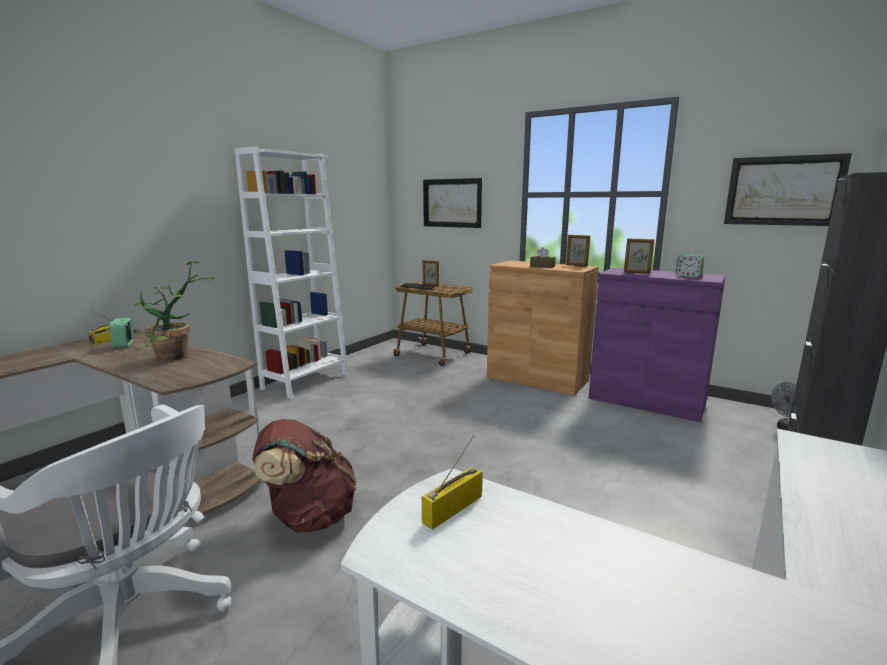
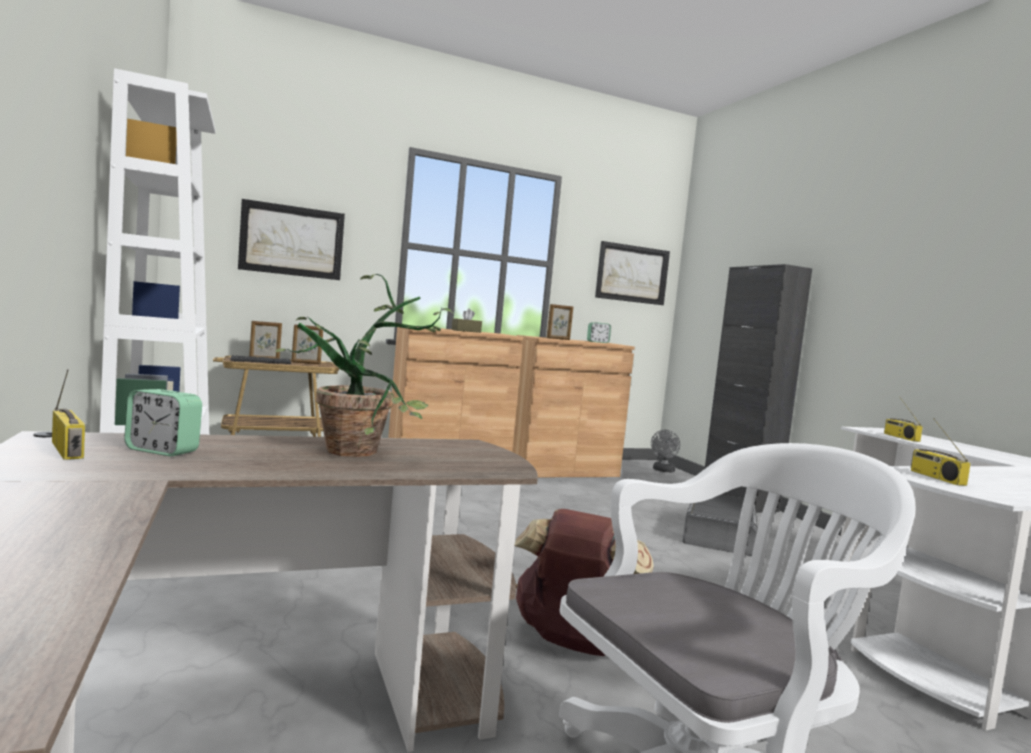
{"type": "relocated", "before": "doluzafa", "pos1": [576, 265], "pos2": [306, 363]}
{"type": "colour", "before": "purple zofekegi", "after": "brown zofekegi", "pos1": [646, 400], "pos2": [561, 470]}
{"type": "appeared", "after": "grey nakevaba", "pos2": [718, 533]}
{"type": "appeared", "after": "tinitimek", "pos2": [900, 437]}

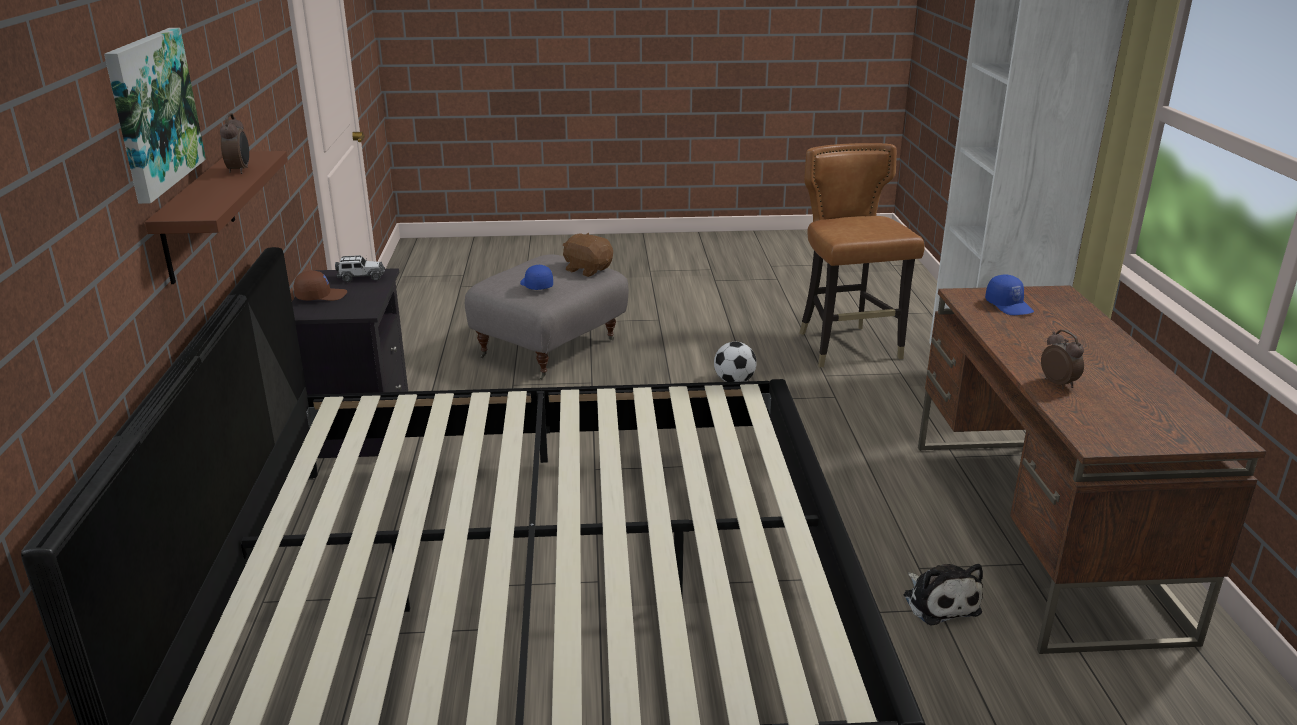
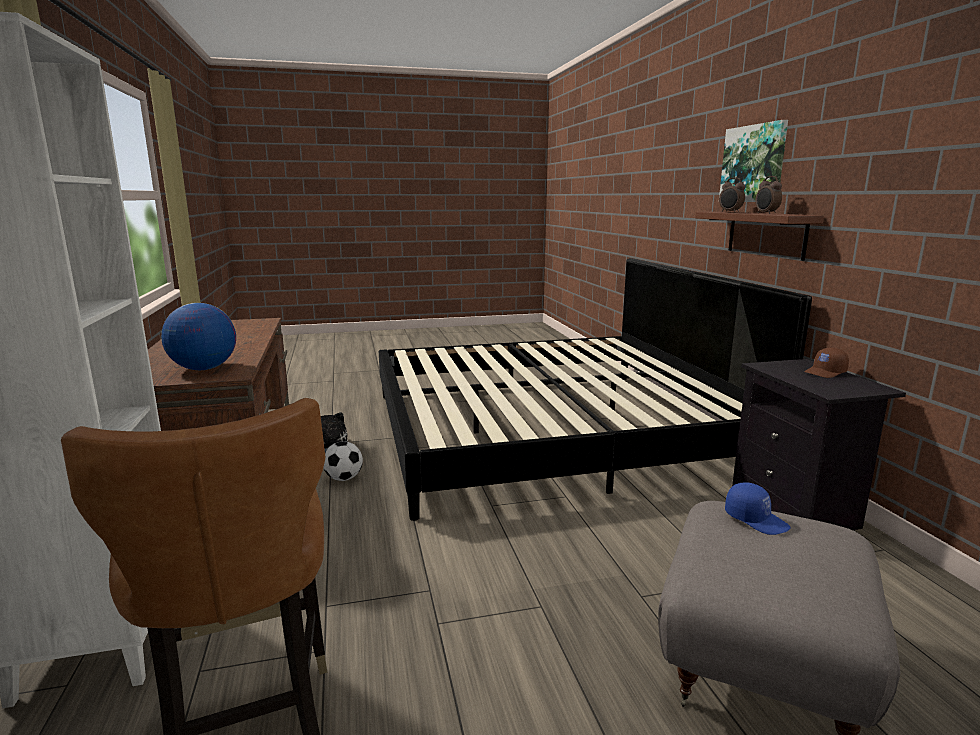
{"type": "exchanged", "before": "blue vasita", "after": "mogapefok", "pos1": [1009, 306], "pos2": [203, 369]}
{"type": "relocated", "before": "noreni", "pos1": [734, 381], "pos2": [344, 478]}
{"type": "relocated", "before": "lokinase", "pos1": [1058, 383], "pos2": [730, 212]}
{"type": "missing", "before": "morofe", "pos1": [361, 277]}
{"type": "missing", "before": "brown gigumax", "pos1": [588, 270]}

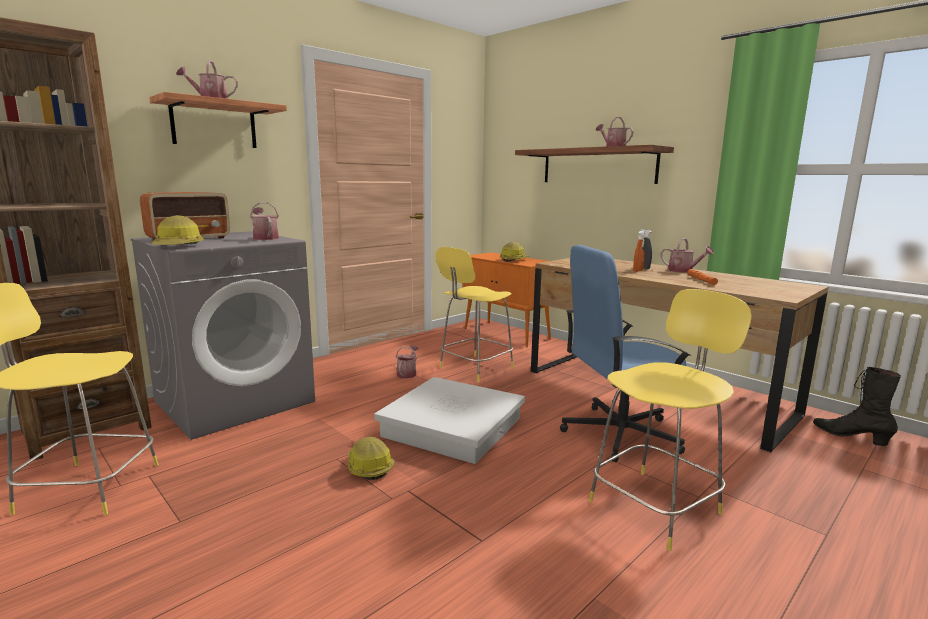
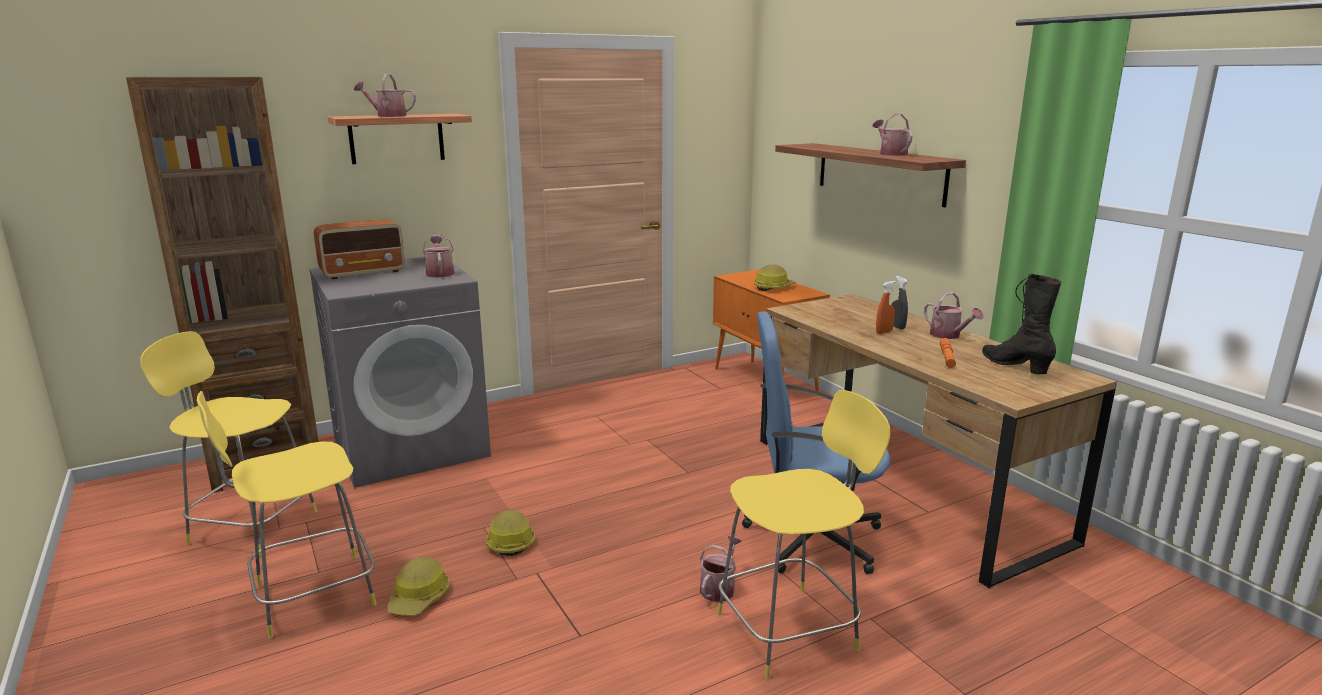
{"type": "relocated", "before": "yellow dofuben", "pos1": [474, 368], "pos2": [310, 596]}
{"type": "relocated", "before": "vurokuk", "pos1": [178, 246], "pos2": [420, 598]}
{"type": "relocated", "before": "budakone", "pos1": [407, 373], "pos2": [719, 587]}
{"type": "relocated", "before": "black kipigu", "pos1": [850, 437], "pos2": [1015, 366]}
{"type": "missing", "before": "white nakevaba", "pos1": [452, 427]}

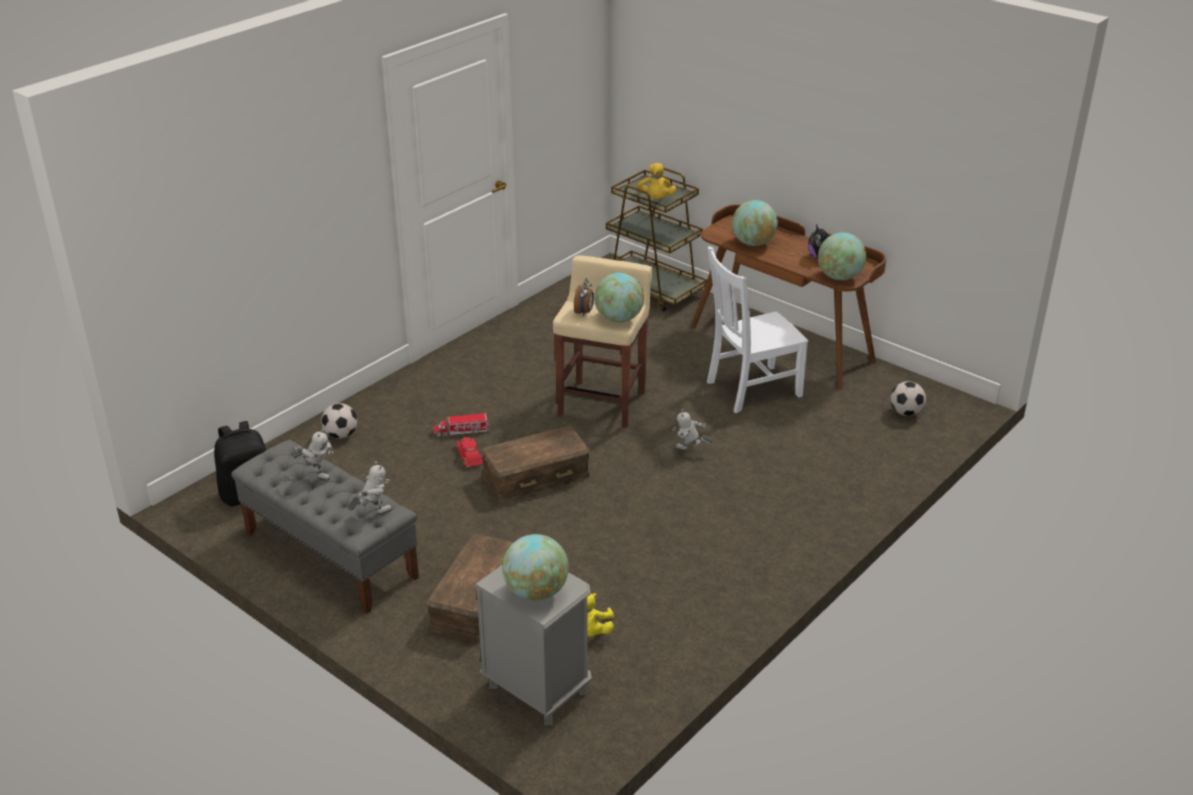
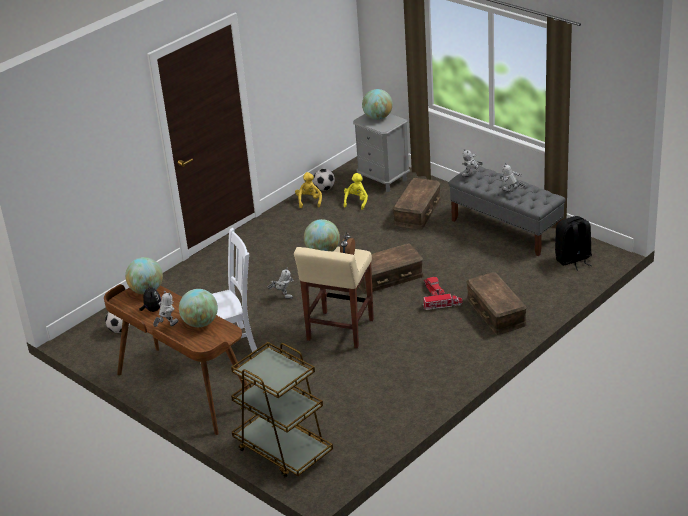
{"type": "appeared", "after": "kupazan", "pos2": [167, 326]}
{"type": "relocated", "before": "yellow gigumax", "pos1": [656, 200], "pos2": [309, 201]}
{"type": "relocated", "before": "noreni", "pos1": [341, 435], "pos2": [324, 189]}
{"type": "appeared", "after": "brown nakevaba", "pos2": [496, 311]}

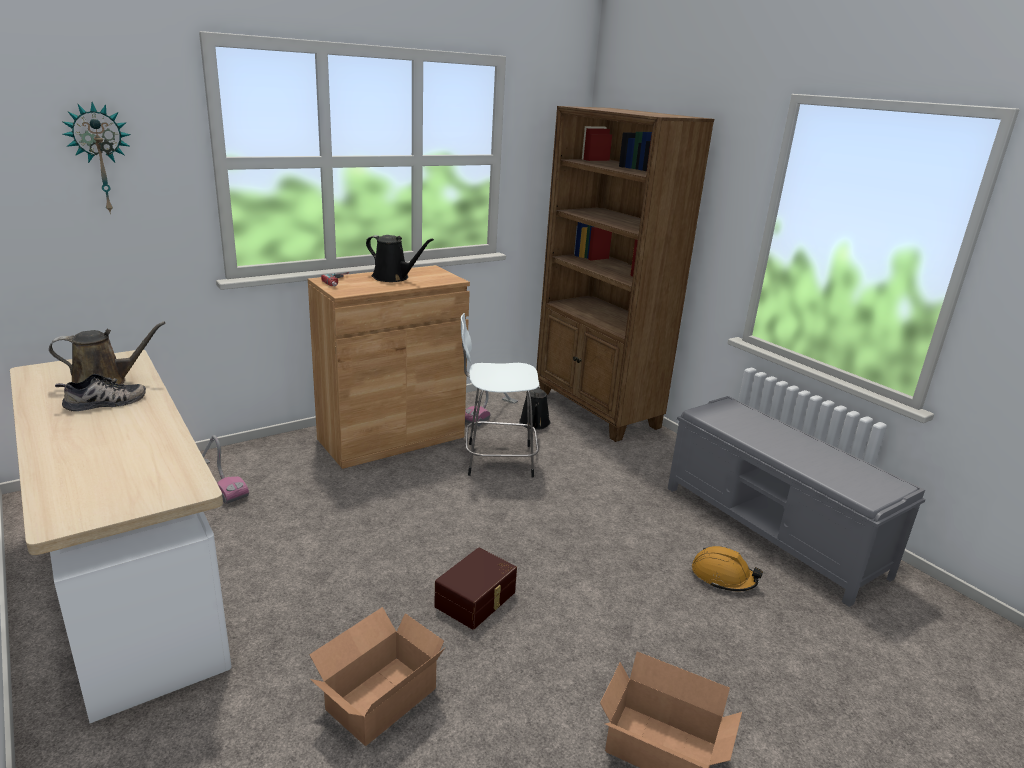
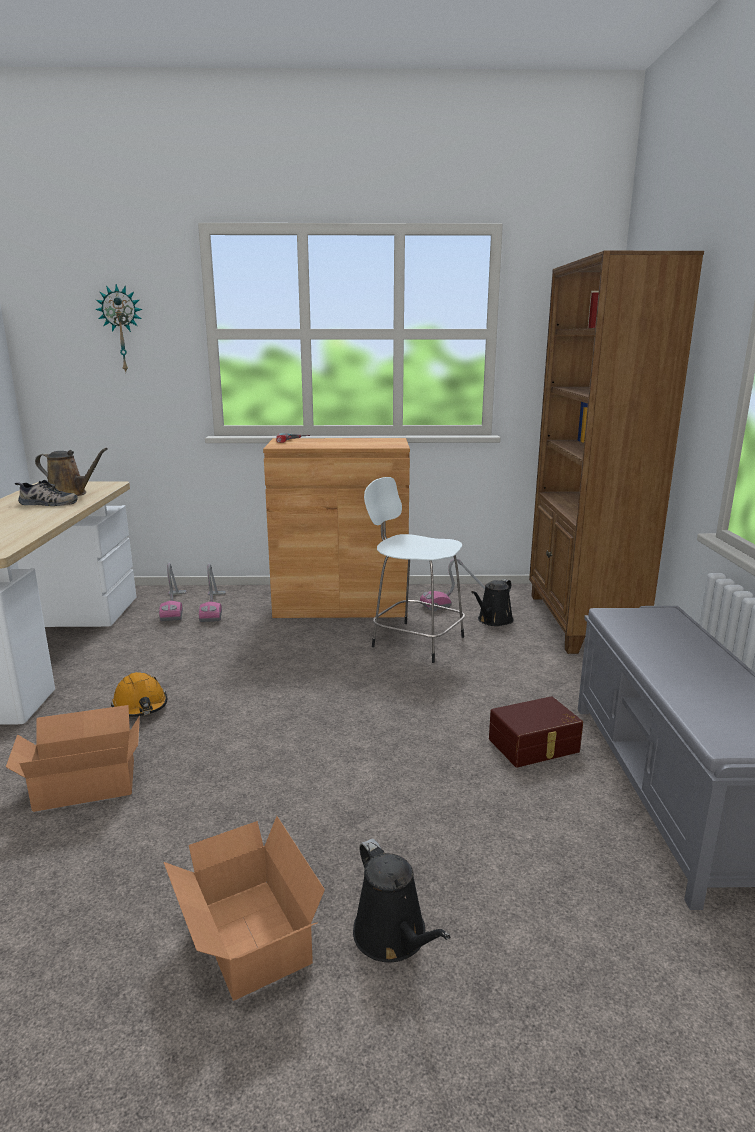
{"type": "relocated", "before": "orange vurokuk", "pos1": [723, 577], "pos2": [140, 706]}
{"type": "appeared", "after": "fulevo", "pos2": [213, 607]}
{"type": "relocated", "before": "black budakone", "pos1": [393, 278], "pos2": [393, 937]}
{"type": "relocated", "before": "brown nakevaba", "pos1": [477, 600], "pos2": [535, 746]}

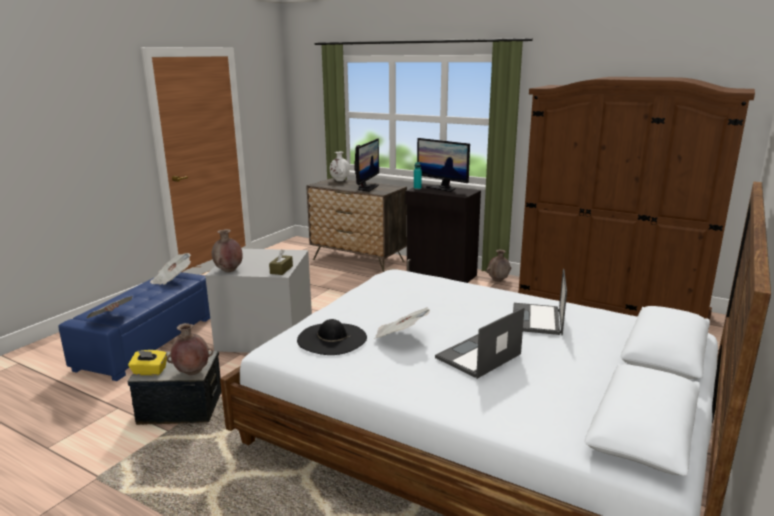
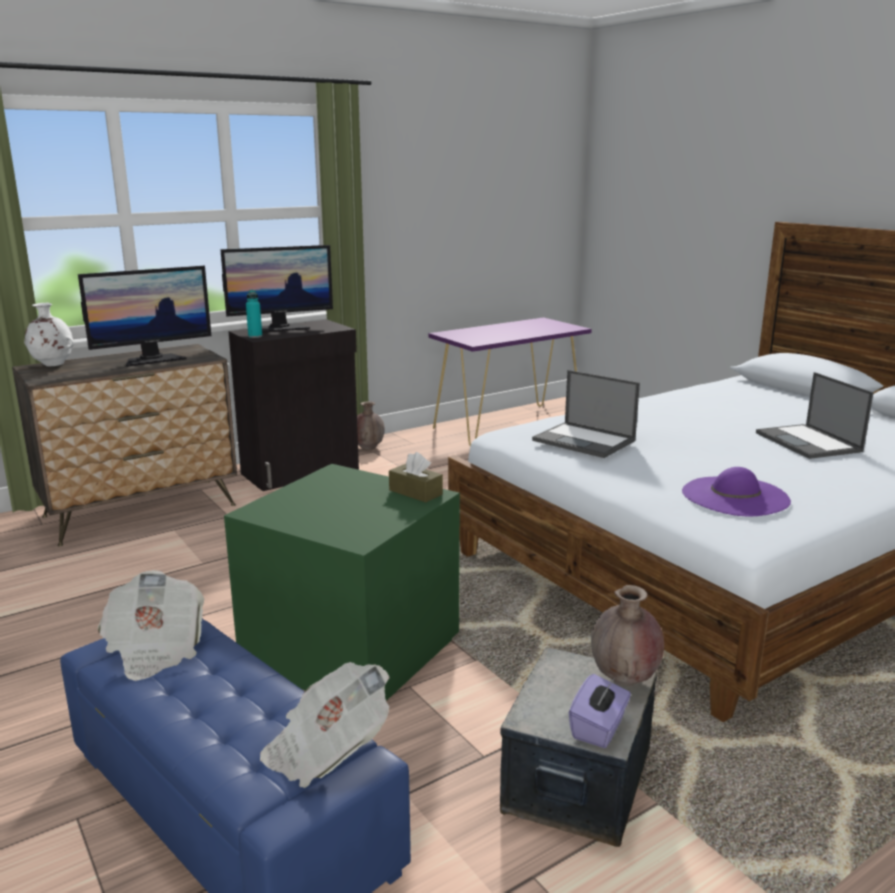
{"type": "spun", "before": "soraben", "pos1": [366, 188], "pos2": [153, 359], "turn": 105}
{"type": "colour", "before": "grey nakevaba", "after": "green nakevaba", "pos1": [266, 334], "pos2": [355, 647]}
{"type": "exchanged", "before": "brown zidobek", "after": "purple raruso", "pos1": [610, 307], "pos2": [509, 425]}
{"type": "relocated", "before": "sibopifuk", "pos1": [537, 320], "pos2": [585, 441]}
{"type": "colour", "before": "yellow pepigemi", "after": "purple pepigemi", "pos1": [149, 371], "pos2": [599, 728]}
{"type": "colour", "before": "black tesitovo", "after": "purple tesitovo", "pos1": [332, 338], "pos2": [735, 496]}
{"type": "missing", "before": "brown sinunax", "pos1": [229, 270]}
{"type": "missing", "before": "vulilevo", "pos1": [400, 337]}

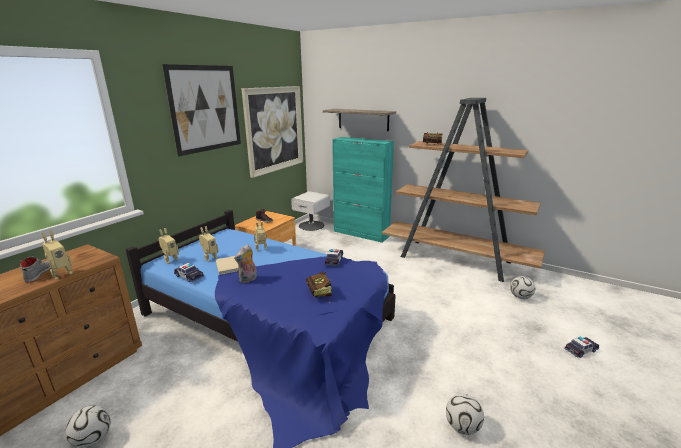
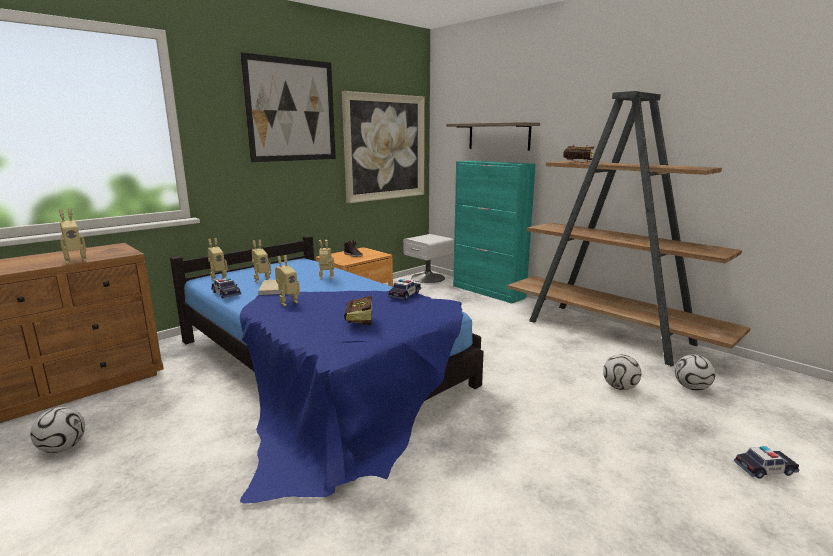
{"type": "exchanged", "before": "gigumax", "after": "kupazan", "pos1": [248, 279], "pos2": [287, 302]}
{"type": "relocated", "before": "noreni", "pos1": [462, 427], "pos2": [619, 387]}
{"type": "missing", "before": "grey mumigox", "pos1": [39, 273]}

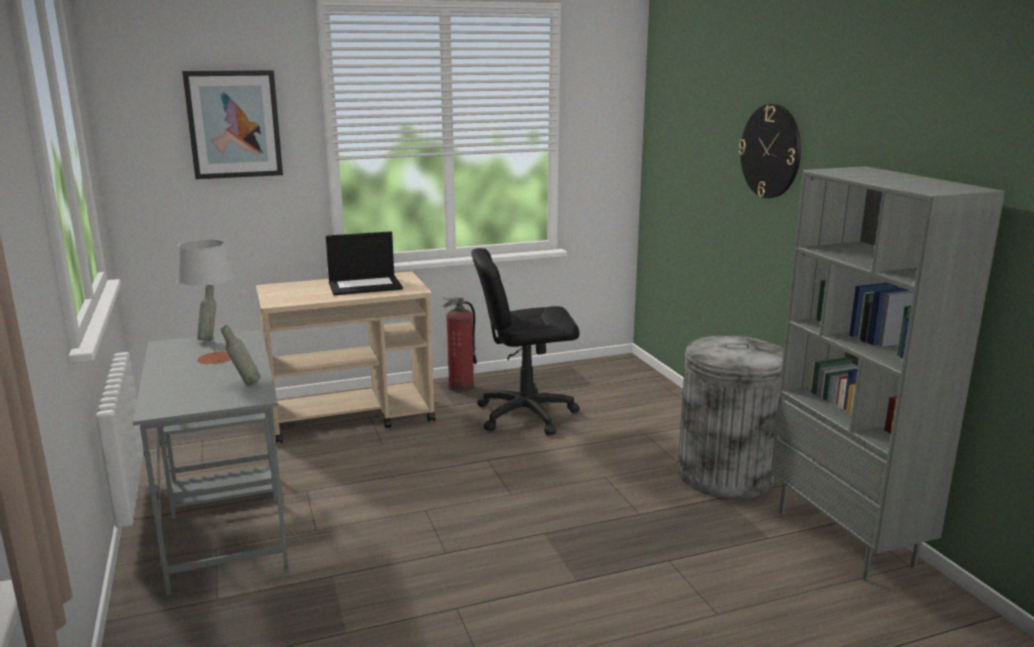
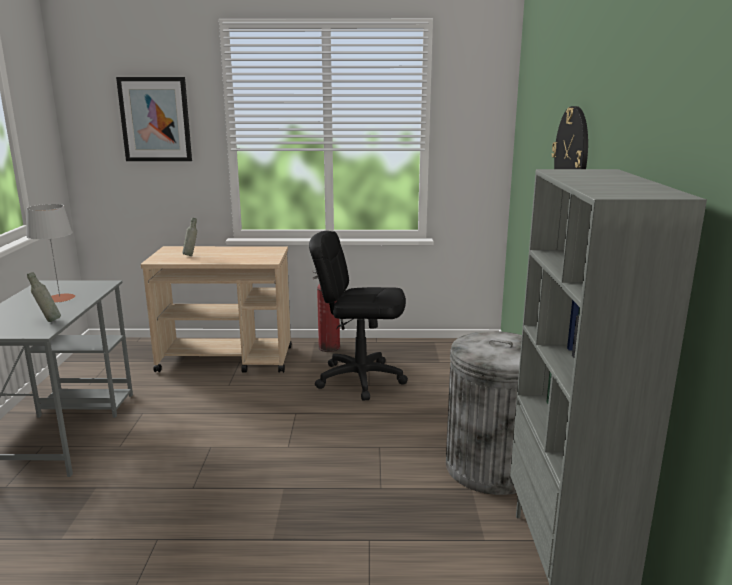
{"type": "relocated", "before": "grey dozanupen", "pos1": [209, 339], "pos2": [191, 255]}
{"type": "missing", "before": "sibopifuk", "pos1": [365, 285]}

